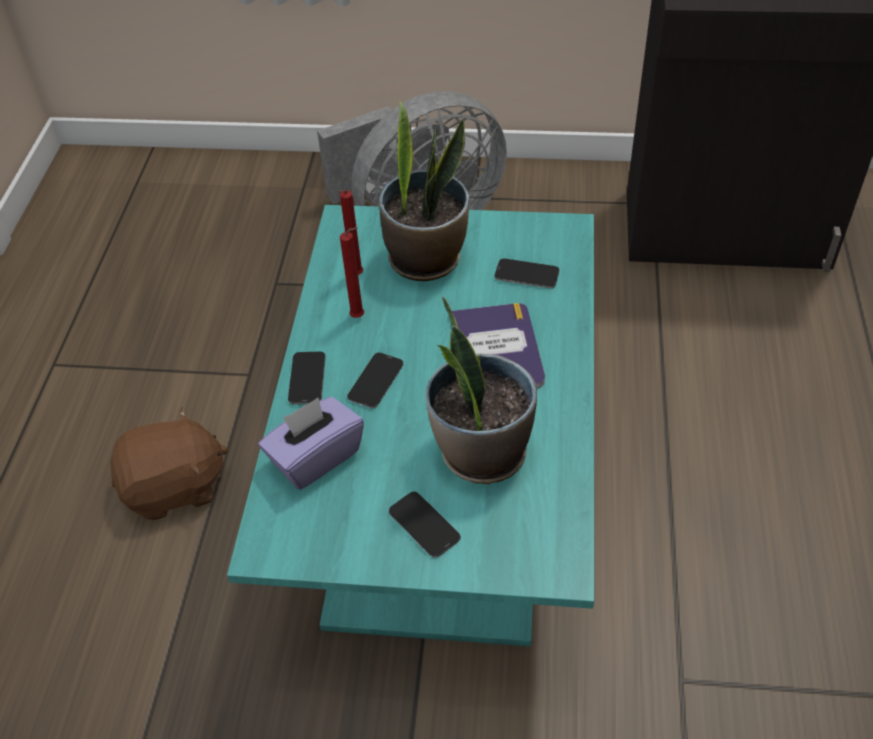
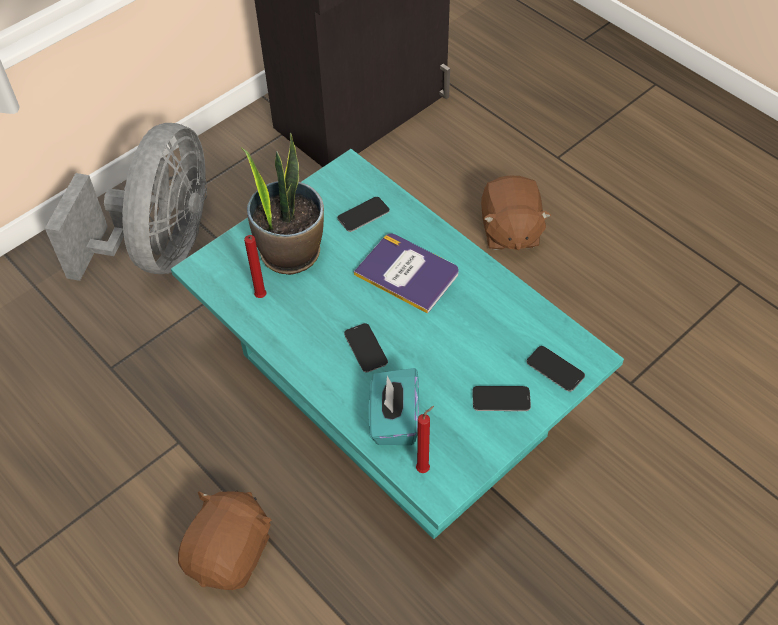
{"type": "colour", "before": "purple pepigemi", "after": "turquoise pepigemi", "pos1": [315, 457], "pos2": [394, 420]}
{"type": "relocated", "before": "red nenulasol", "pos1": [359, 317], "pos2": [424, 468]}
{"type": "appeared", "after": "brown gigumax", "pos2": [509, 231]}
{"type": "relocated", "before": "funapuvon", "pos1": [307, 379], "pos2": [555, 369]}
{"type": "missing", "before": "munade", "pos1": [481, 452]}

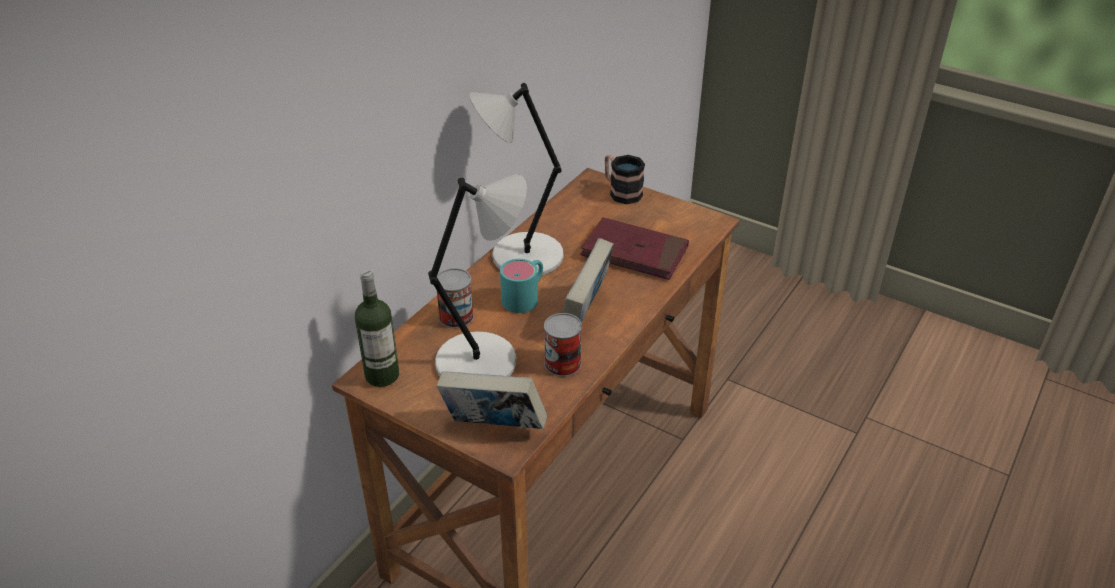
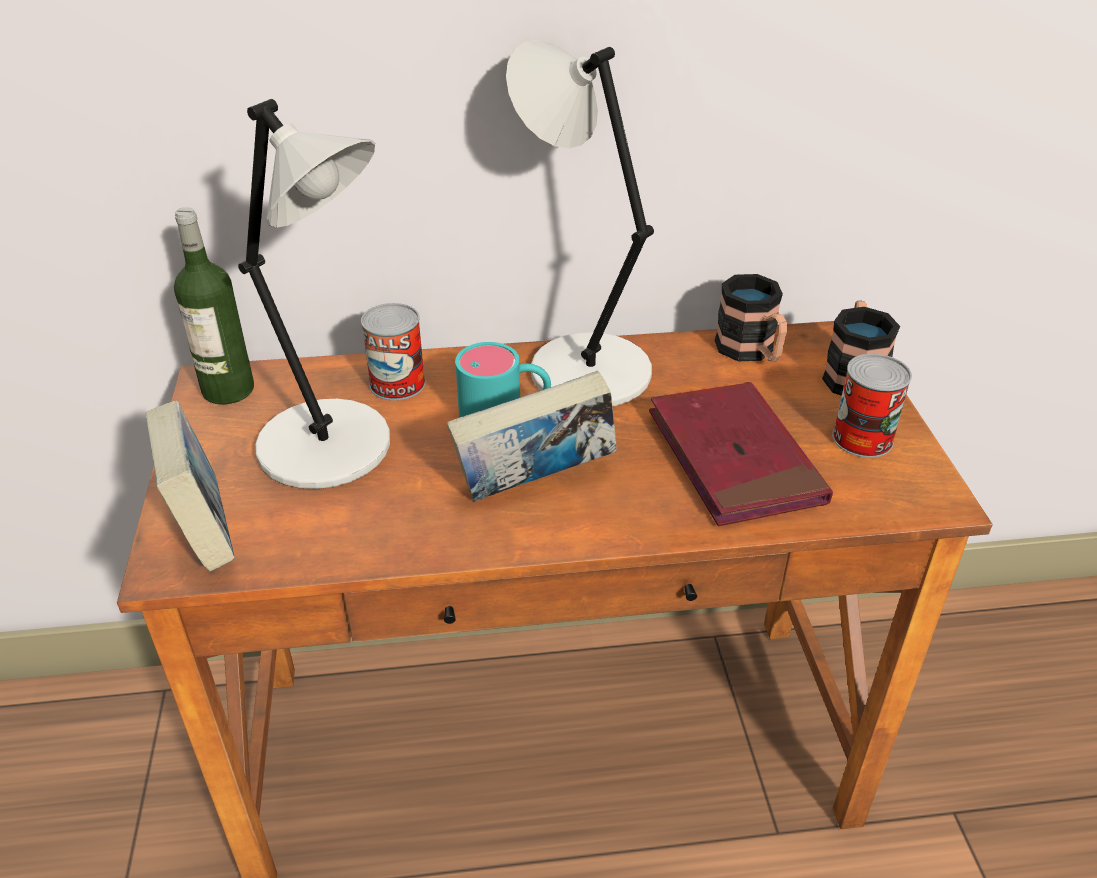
{"type": "appeared", "after": "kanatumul", "pos2": [751, 352]}
{"type": "relocated", "before": "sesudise", "pos1": [562, 363], "pos2": [862, 438]}

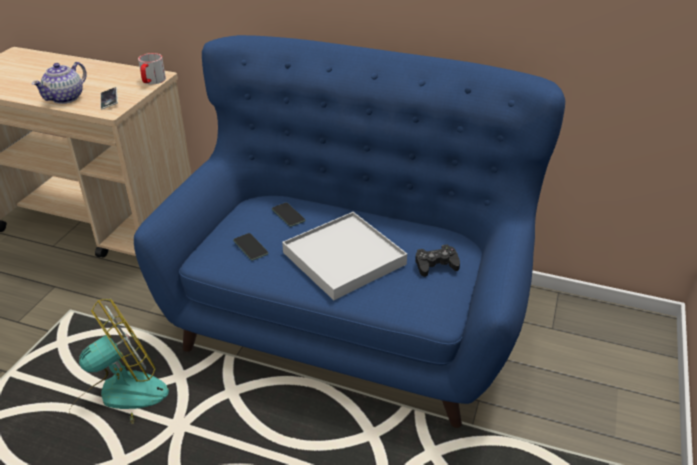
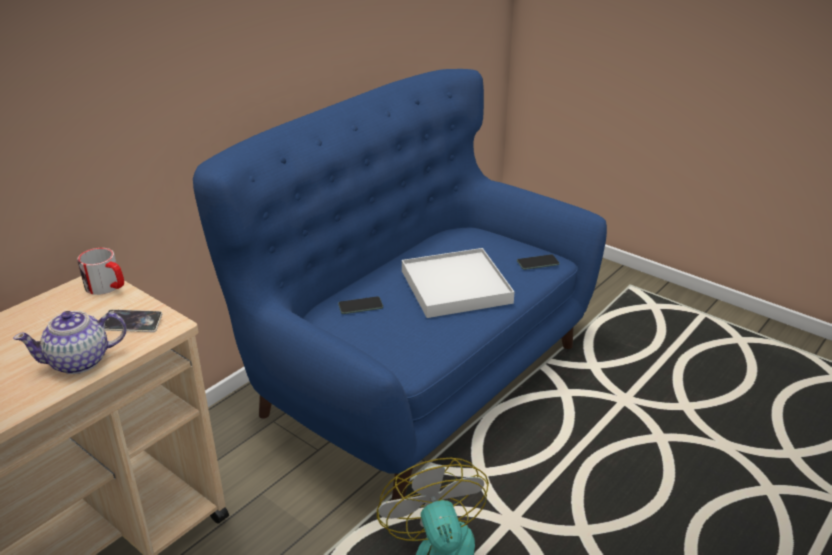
{"type": "spun", "before": "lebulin", "pos1": [66, 98], "pos2": [80, 361], "turn": 105}
{"type": "relocated", "before": "funapuvon", "pos1": [250, 247], "pos2": [537, 263]}
{"type": "missing", "before": "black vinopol", "pos1": [436, 265]}

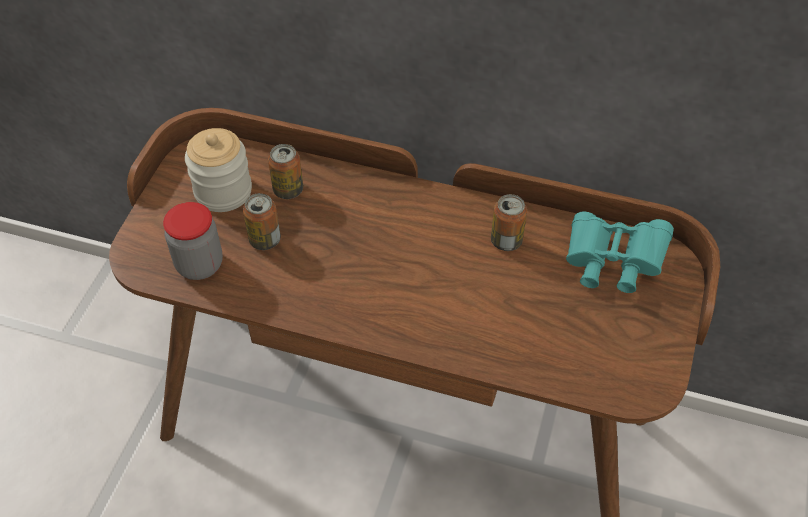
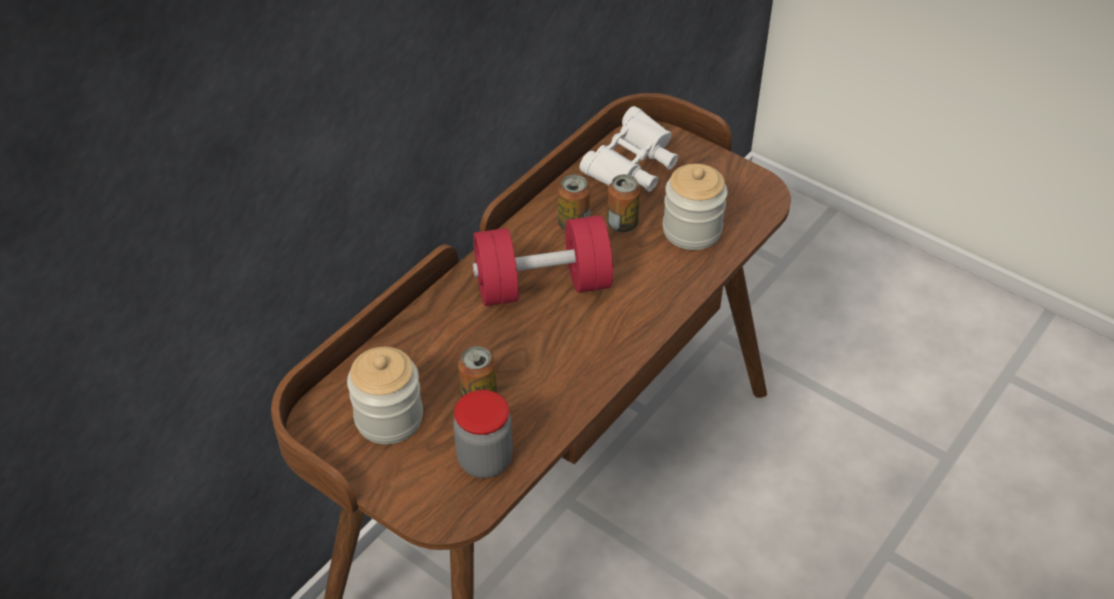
{"type": "appeared", "after": "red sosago", "pos2": [542, 286]}
{"type": "colour", "before": "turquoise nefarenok", "after": "white nefarenok", "pos1": [612, 264], "pos2": [632, 169]}
{"type": "relocated", "before": "sesudise", "pos1": [288, 190], "pos2": [622, 224]}
{"type": "appeared", "after": "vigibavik", "pos2": [692, 230]}

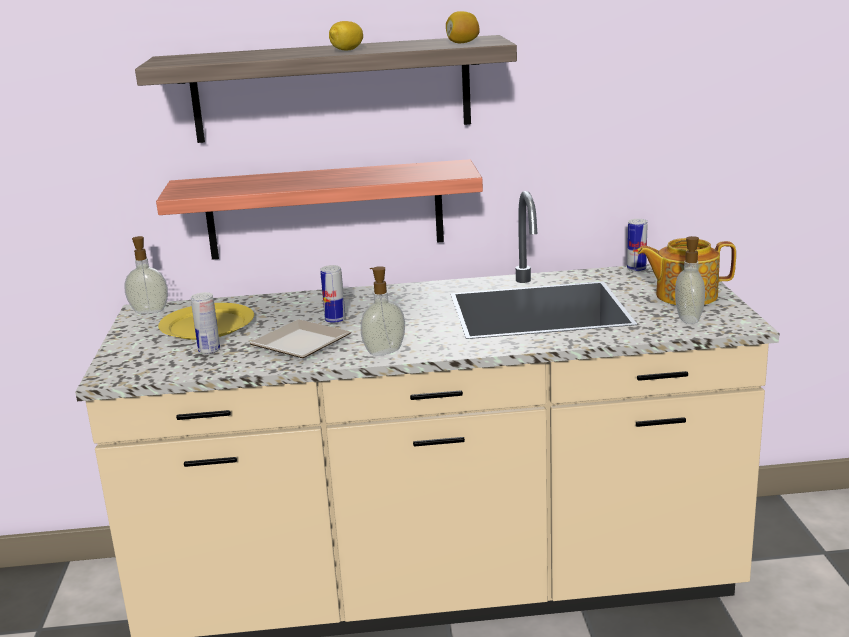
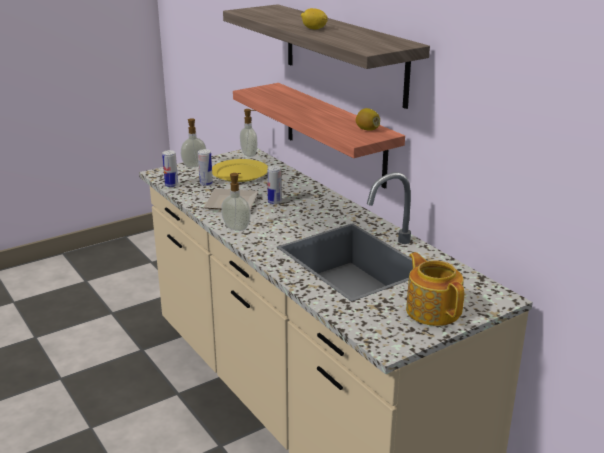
{"type": "relocated", "before": "sesudise", "pos1": [636, 269], "pos2": [171, 185]}
{"type": "relocated", "before": "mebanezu", "pos1": [687, 319], "pos2": [194, 165]}
{"type": "relocated", "before": "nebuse", "pos1": [462, 43], "pos2": [367, 129]}

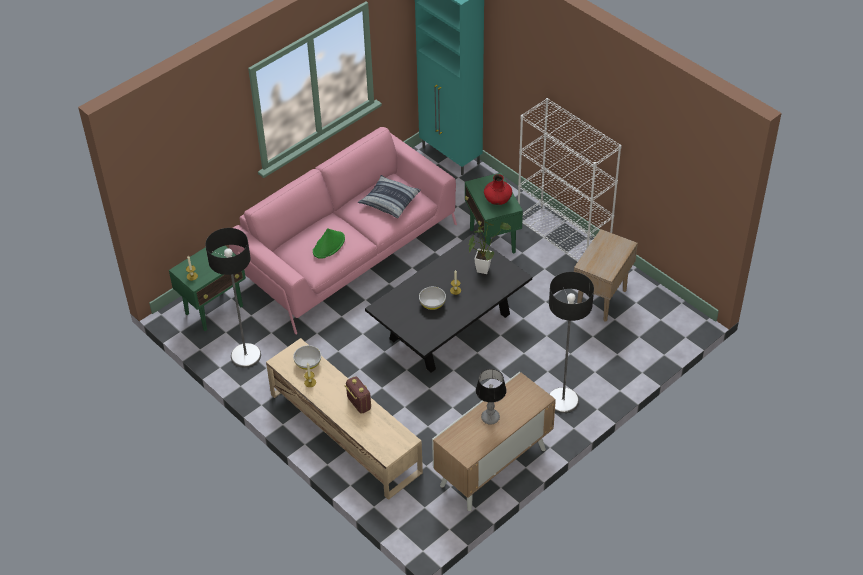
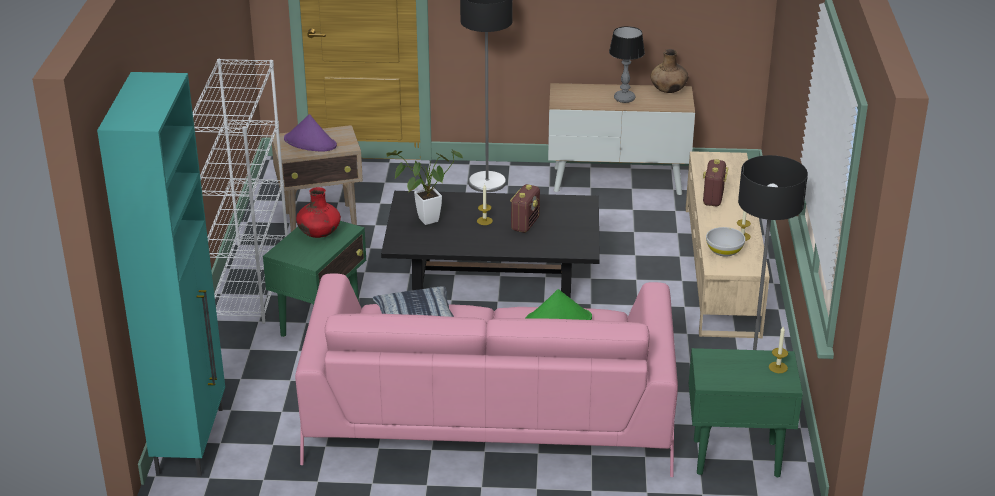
{"type": "appeared", "after": "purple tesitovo", "pos2": [310, 143]}
{"type": "exchanged", "before": "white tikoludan", "after": "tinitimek", "pos1": [432, 304], "pos2": [525, 224]}
{"type": "appeared", "after": "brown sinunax", "pos2": [668, 90]}

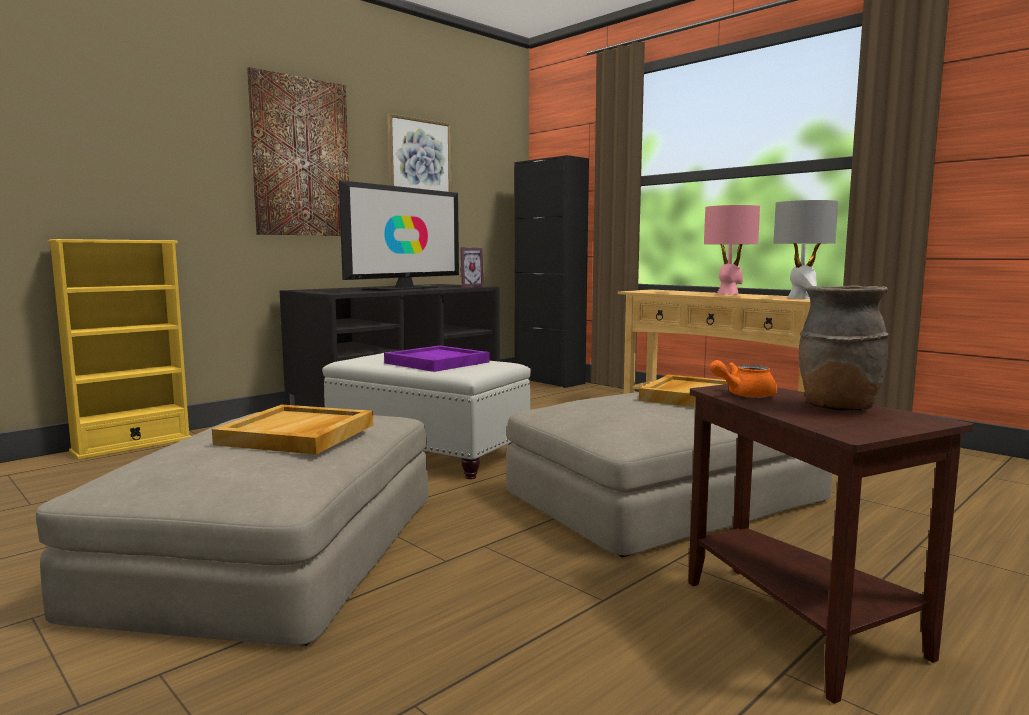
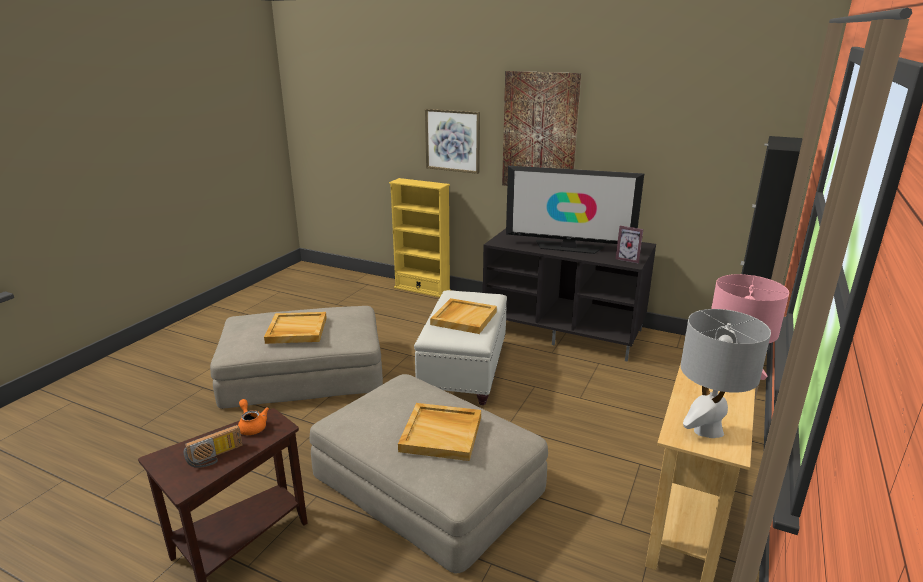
{"type": "exchanged", "before": "brown sinunax", "after": "tinitimek", "pos1": [837, 408], "pos2": [216, 457]}
{"type": "relocated", "before": "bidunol", "pos1": [419, 158], "pos2": [452, 140]}
{"type": "colour", "before": "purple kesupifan", "after": "beige kesupifan", "pos1": [436, 362], "pos2": [463, 318]}

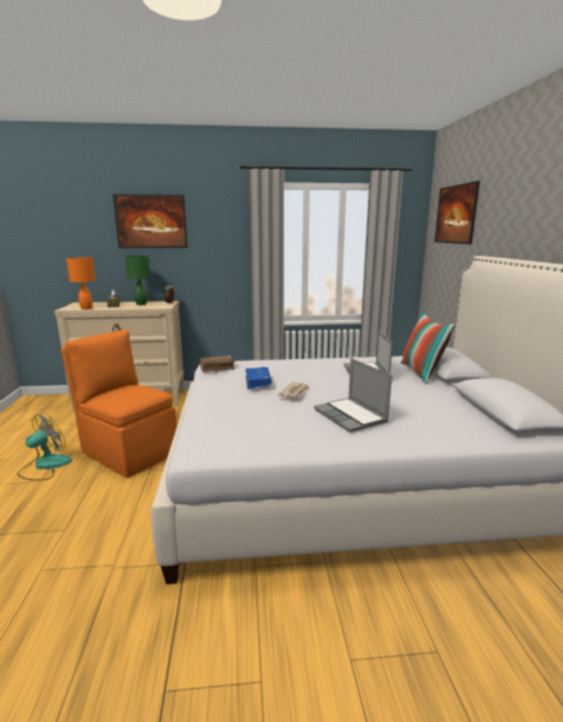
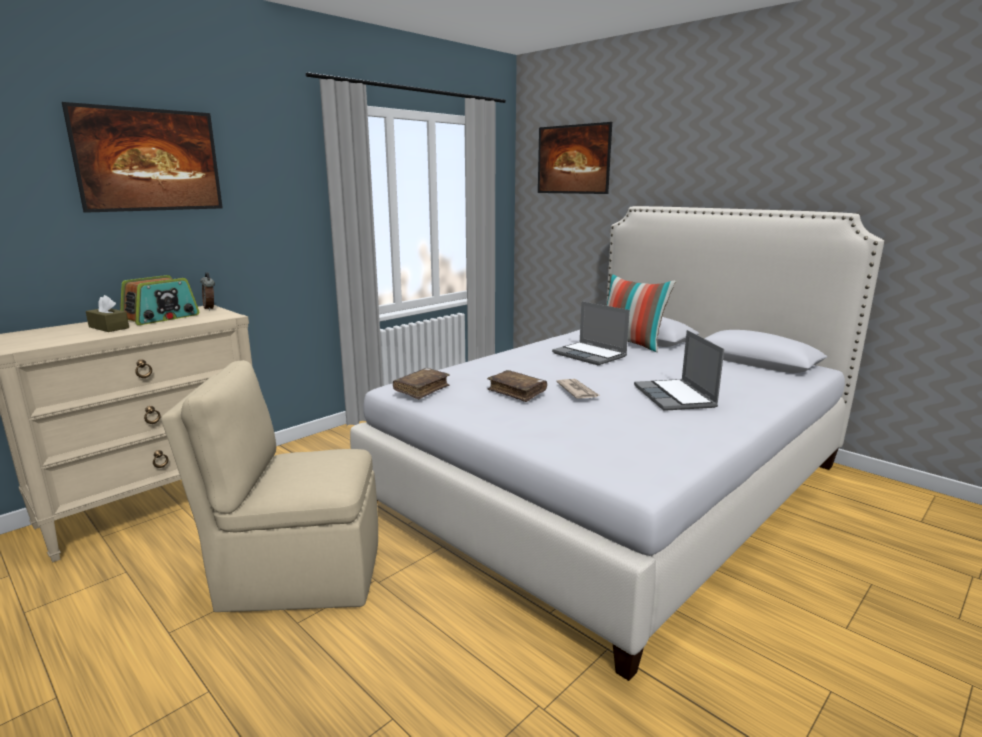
{"type": "exchanged", "before": "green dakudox", "after": "tinitimek", "pos1": [141, 304], "pos2": [161, 317]}
{"type": "colour", "before": "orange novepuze", "after": "beige novepuze", "pos1": [129, 451], "pos2": [298, 574]}
{"type": "colour", "before": "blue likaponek", "after": "brown likaponek", "pos1": [258, 382], "pos2": [517, 392]}
{"type": "spun", "before": "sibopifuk", "pos1": [351, 416], "pos2": [675, 397], "turn": 60}
{"type": "missing", "before": "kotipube", "pos1": [44, 466]}
{"type": "missing", "before": "orange dakudox", "pos1": [87, 308]}

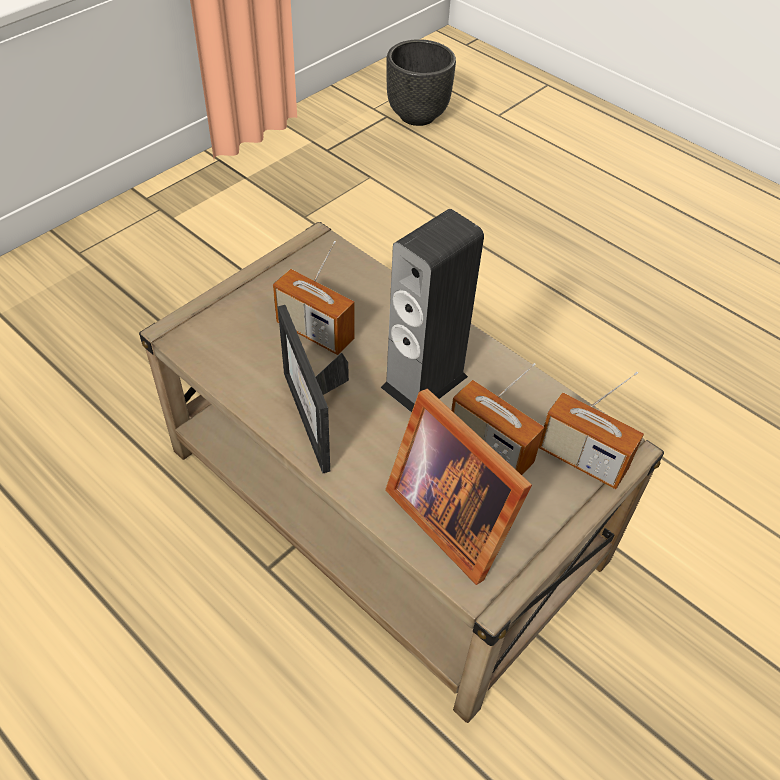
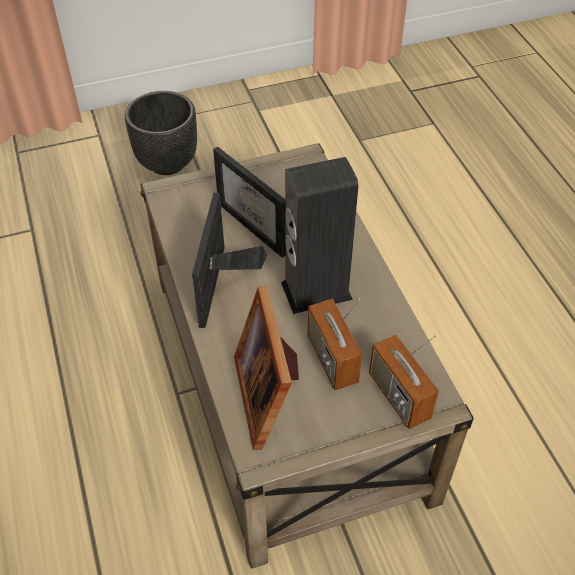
{"type": "relocated", "before": "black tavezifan", "pos1": [418, 116], "pos2": [167, 164]}
{"type": "exchanged", "before": "tinitimek", "after": "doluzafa", "pos1": [315, 332], "pos2": [260, 225]}

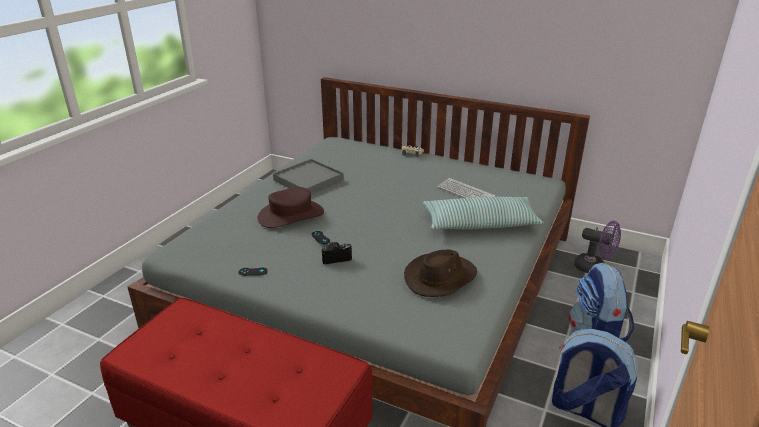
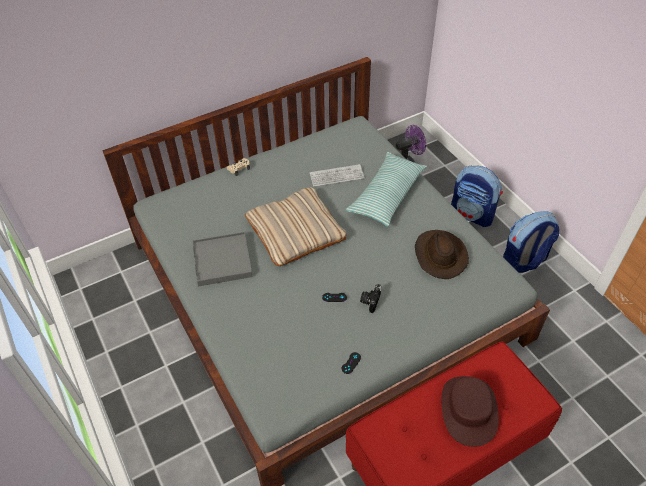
{"type": "appeared", "after": "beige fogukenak", "pos2": [295, 231]}
{"type": "relocated", "before": "brown tesitovo", "pos1": [291, 215], "pos2": [468, 410]}

